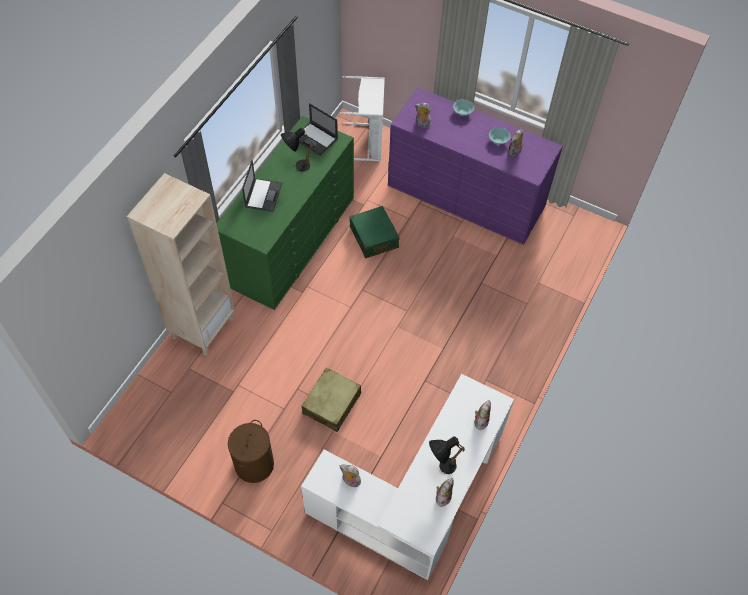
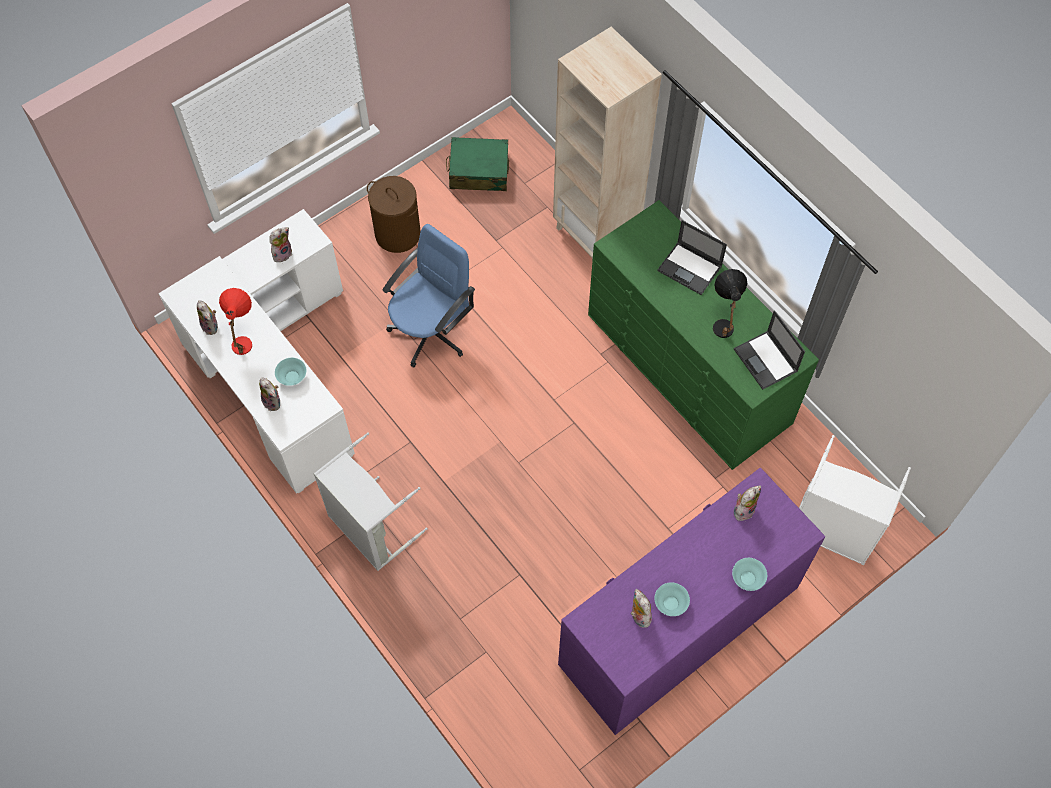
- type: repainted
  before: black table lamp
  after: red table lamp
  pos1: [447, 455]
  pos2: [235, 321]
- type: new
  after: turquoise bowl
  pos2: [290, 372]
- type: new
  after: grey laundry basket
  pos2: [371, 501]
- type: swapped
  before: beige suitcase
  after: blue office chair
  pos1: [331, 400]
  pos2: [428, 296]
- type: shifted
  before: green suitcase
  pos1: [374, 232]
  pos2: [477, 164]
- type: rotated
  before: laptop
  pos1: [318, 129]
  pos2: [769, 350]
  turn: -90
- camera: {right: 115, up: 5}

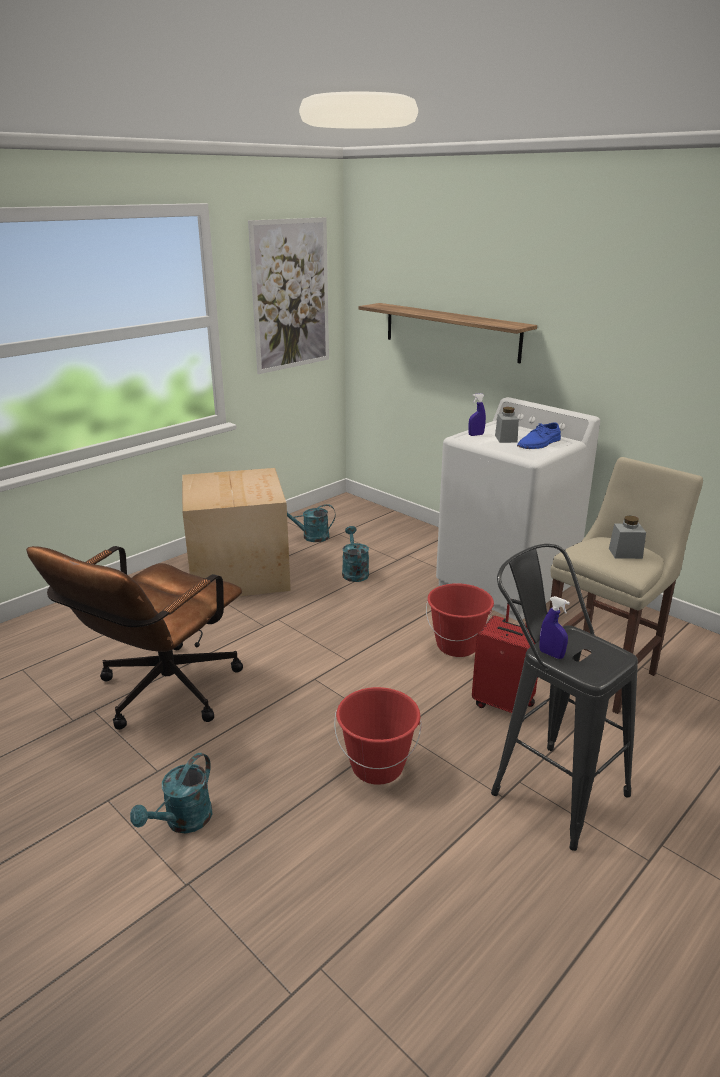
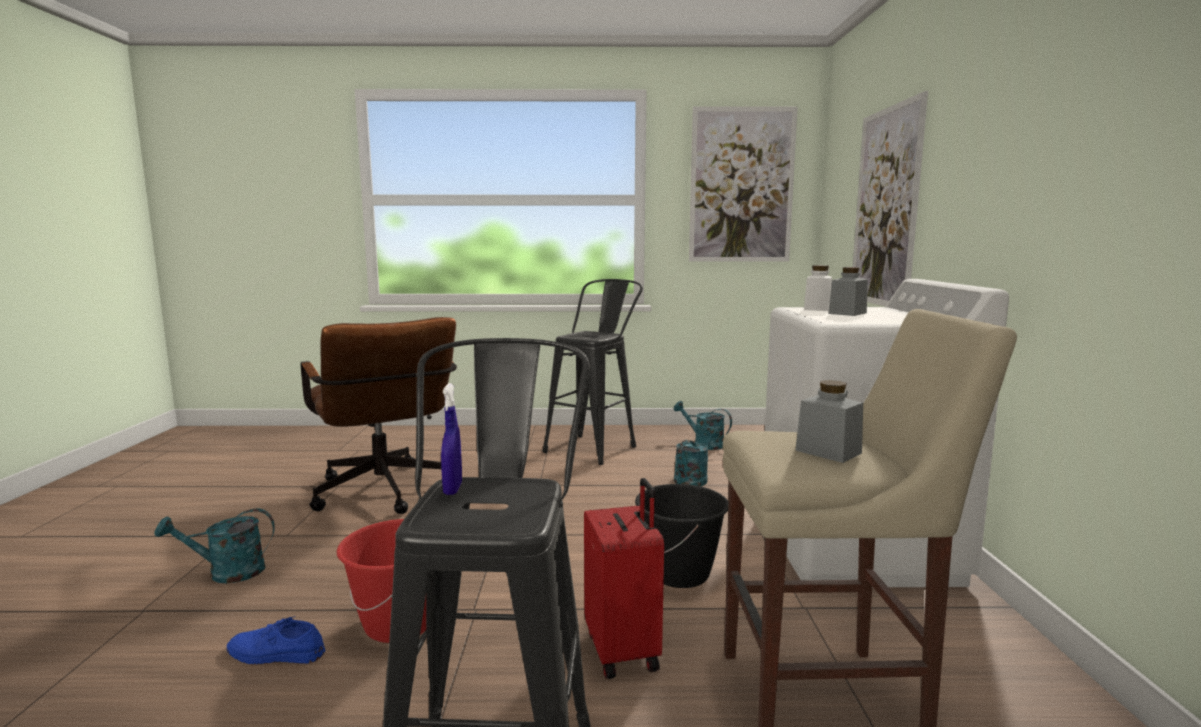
- type: shifted
  before: blue shoe
  pos1: [539, 435]
  pos2: [276, 640]
- type: rotated
  before: brown office chair
  pos1: [134, 638]
  pos2: [379, 415]
  turn: -105
- type: swapped
  before: cardboard box
  after: black stool
  pos1: [236, 532]
  pos2: [593, 372]
- type: repainted
  before: red bucket
  after: black bucket
  pos1: [460, 620]
  pos2: [681, 536]
- type: swapped
  before: blue spray bottle
  after: white jar
  pos1: [477, 414]
  pos2: [818, 288]
- type: swapped
  before: shelf
  after: picture
  pos1: [448, 333]
  pos2: [890, 198]
- camera: {right: 45, up: -15}

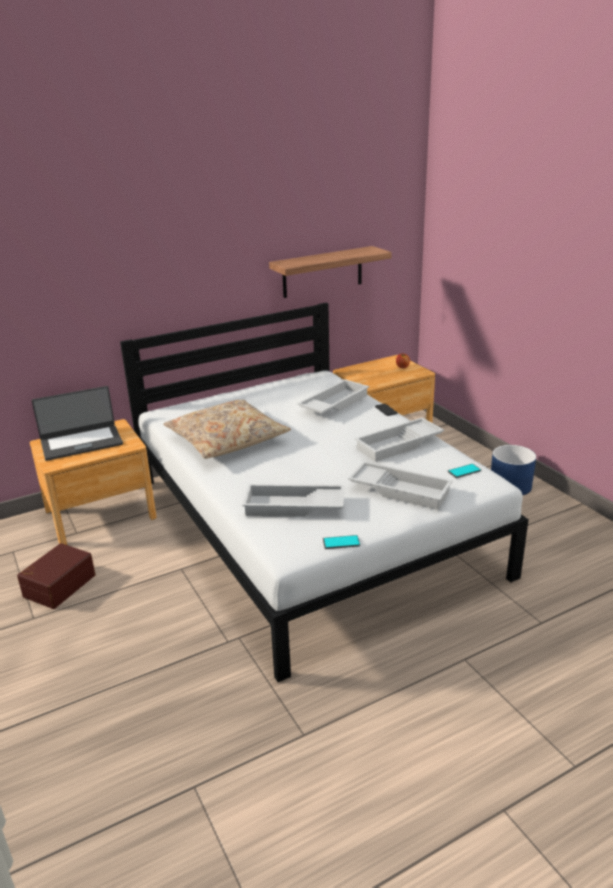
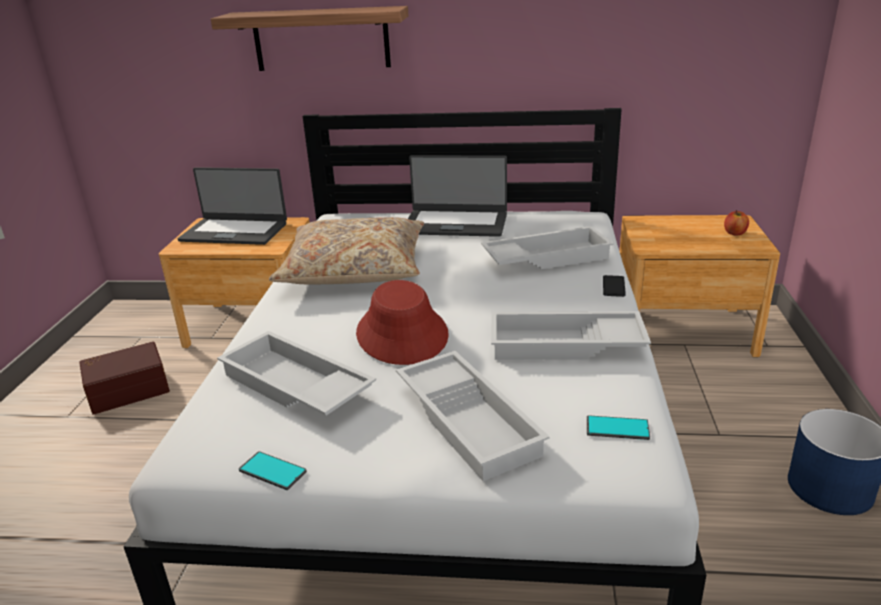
- type: shifted
  before: shelf
  pos1: [330, 272]
  pos2: [309, 38]
- type: new
  after: red hat
  pos2: [402, 322]
- type: new
  after: laptop
  pos2: [457, 196]
- camera: {right: 35, up: 0}

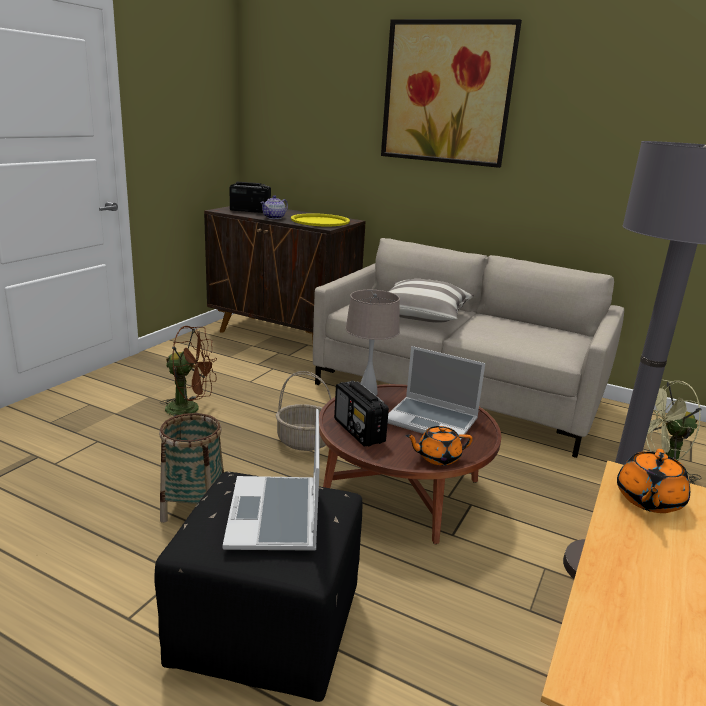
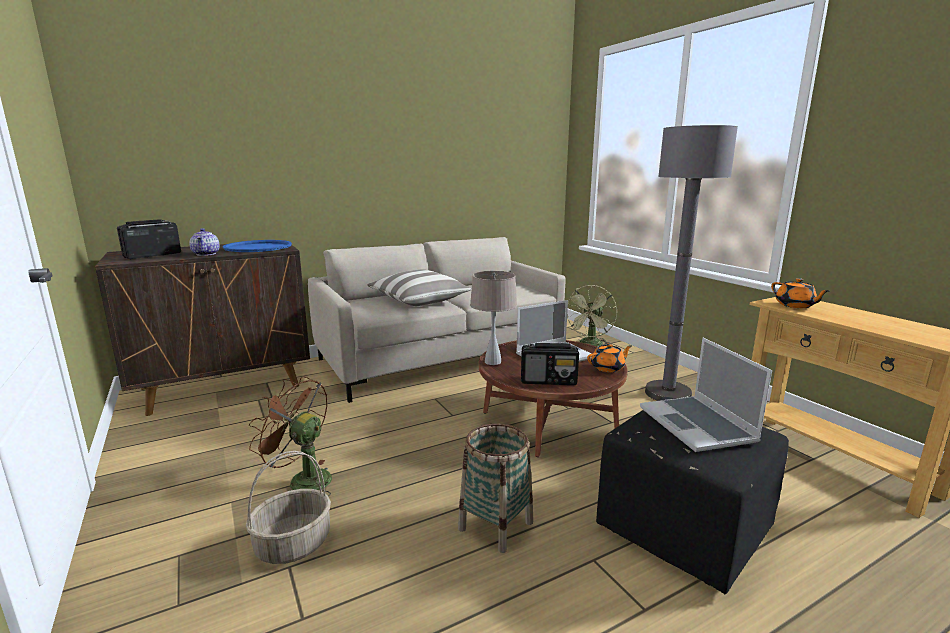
- type: repainted
  before: yellow tray
  after: blue tray
  pos1: [320, 220]
  pos2: [257, 246]
- type: shifted
  before: basket
  pos1: [303, 411]
  pos2: [288, 507]
- type: rotated
  before: brown fan
  pos1: [188, 371]
  pos2: [290, 436]
  turn: -105
- type: rotated
  before: orange teapot
  pos1: [439, 445]
  pos2: [609, 357]
  turn: -135
- type: rotated
  before: laptop
  pos1: [271, 480]
  pos2: [706, 395]
  turn: 45
- type: gone
  before: picture
  pos1: [451, 93]
- camera: {right: -55, up: -5}

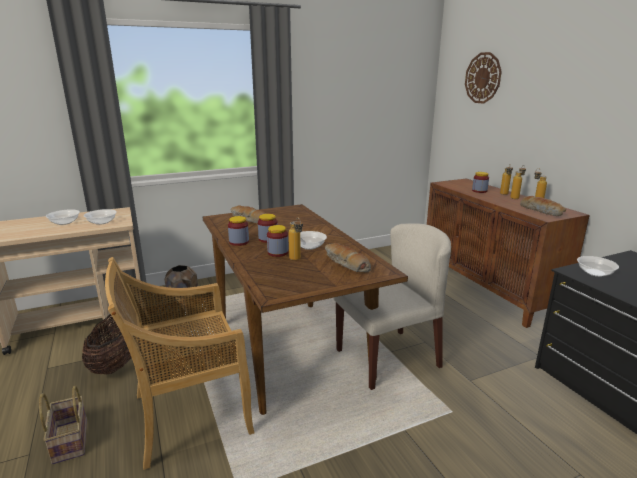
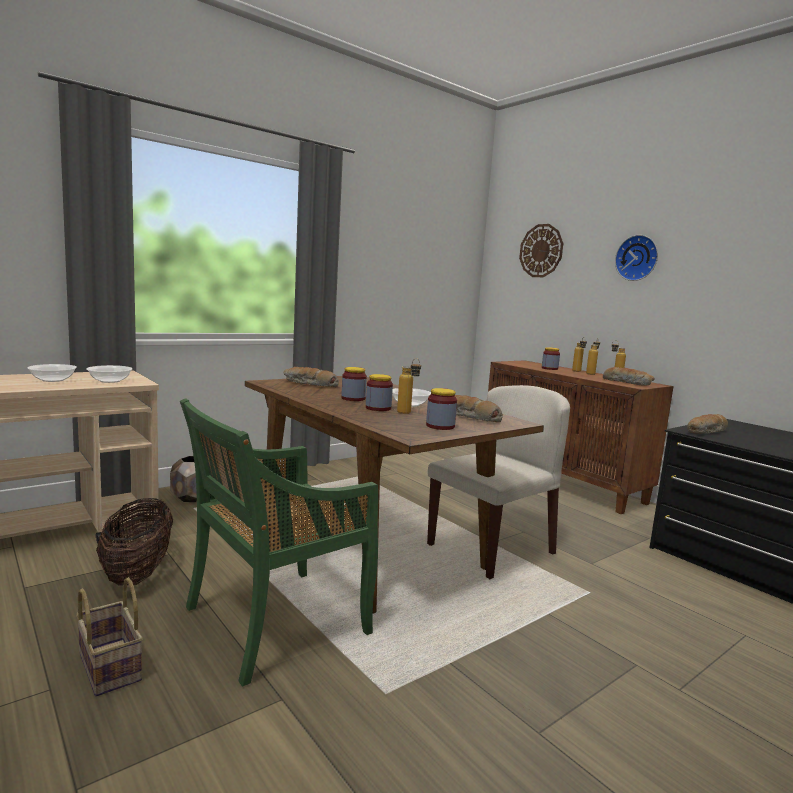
- type: repainted
  before: beige chair
  after: green chair
  pos1: [179, 363]
  pos2: [279, 542]
- type: shifted
  before: jar
  pos1: [238, 231]
  pos2: [441, 409]
- type: new
  after: wall clock
  pos2: [636, 258]
- type: swapped
  before: bowl
  after: bread
  pos1: [598, 266]
  pos2: [707, 424]
- camera: {right: -15, up: -10}

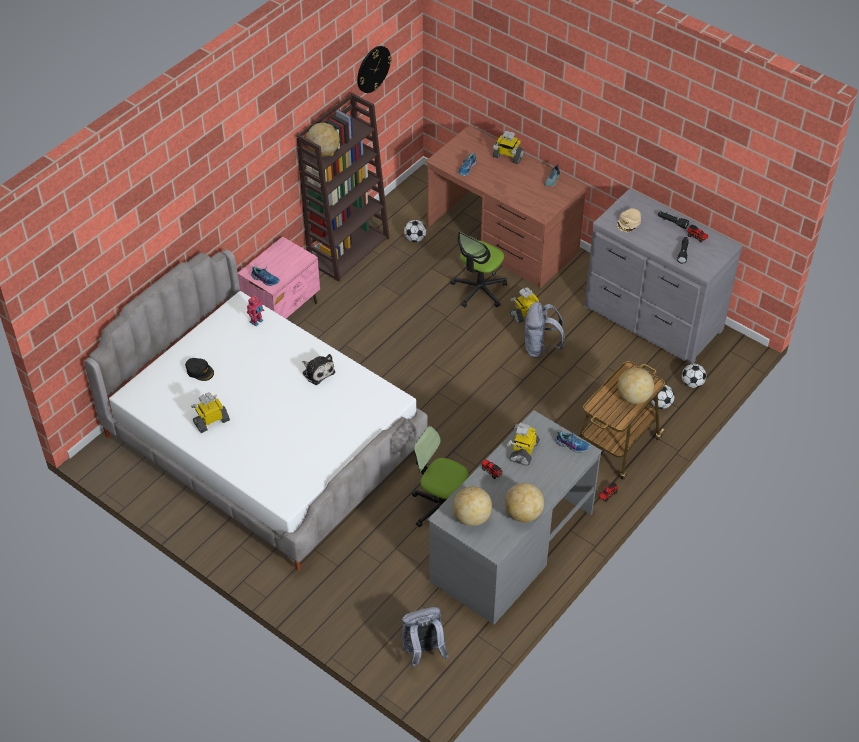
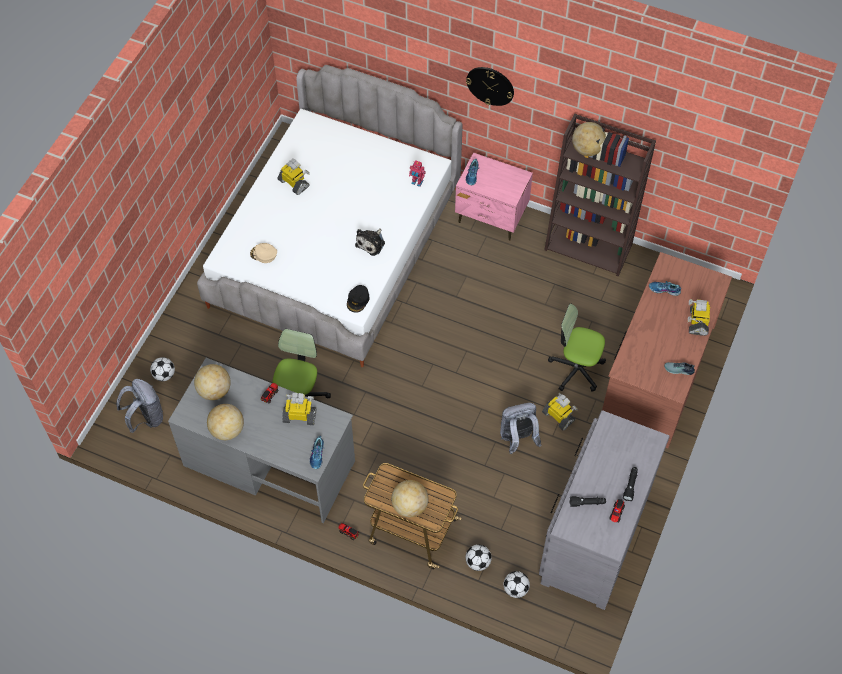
- type: shifted
  before: football
  pos1: [415, 231]
  pos2: [162, 369]
- type: shifted
  before: beige cap
  pos1: [629, 220]
  pos2: [263, 253]
- type: shifted
  before: black cap
  pos1: [199, 369]
  pos2: [358, 299]
- type: shifted
  before: wall clock
  pos1: [374, 69]
  pos2: [490, 86]
- camera: {right: 75, up: 10}

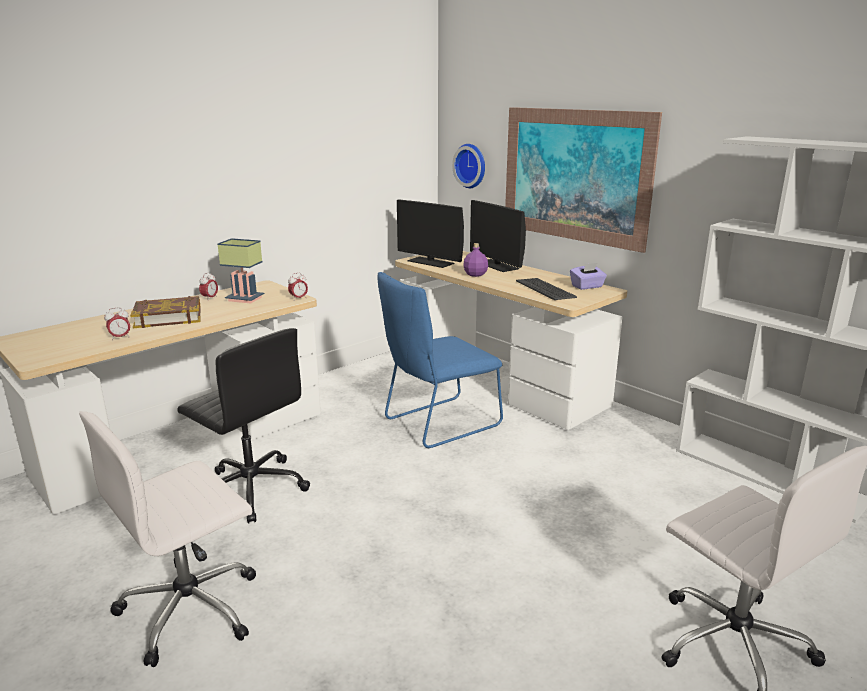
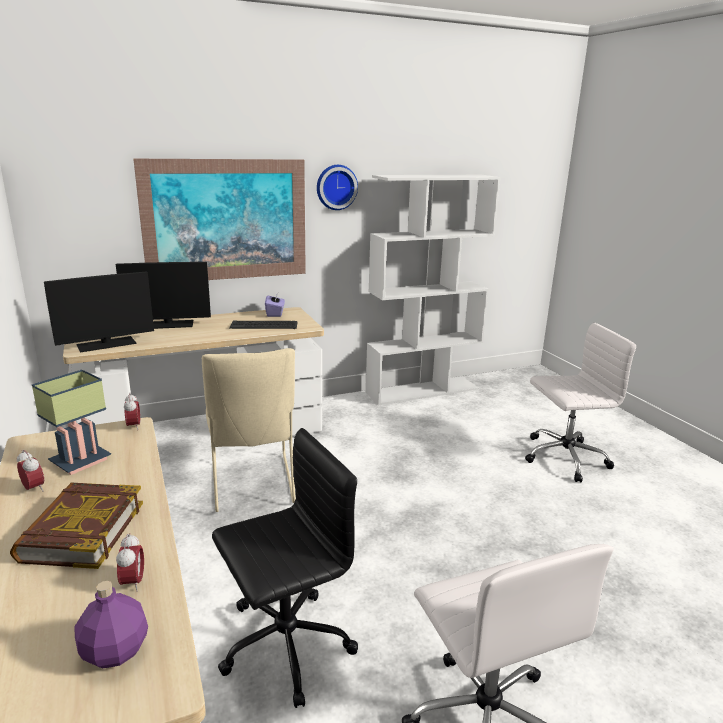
- type: shifted
  before: purple bottle
  pos1: [475, 260]
  pos2: [111, 624]
- type: repainted
  before: blue chair
  after: beige chair
  pos1: [440, 360]
  pos2: [249, 430]
- type: shifted
  before: wall clock
  pos1: [468, 166]
  pos2: [337, 187]
- camera: {right: -70, up: 0}

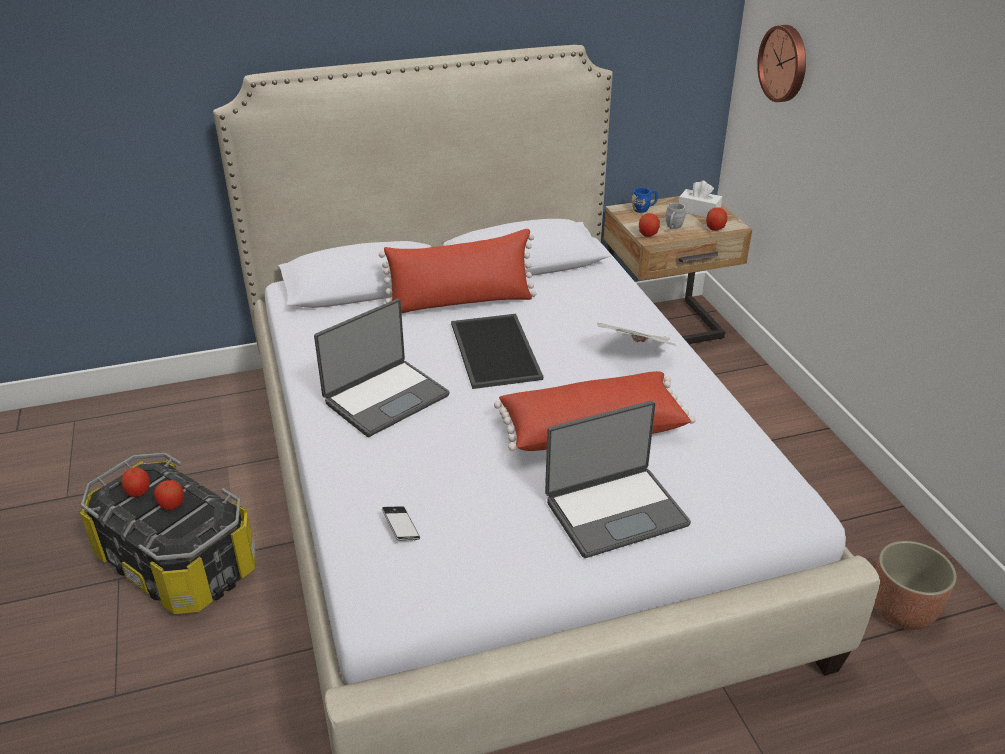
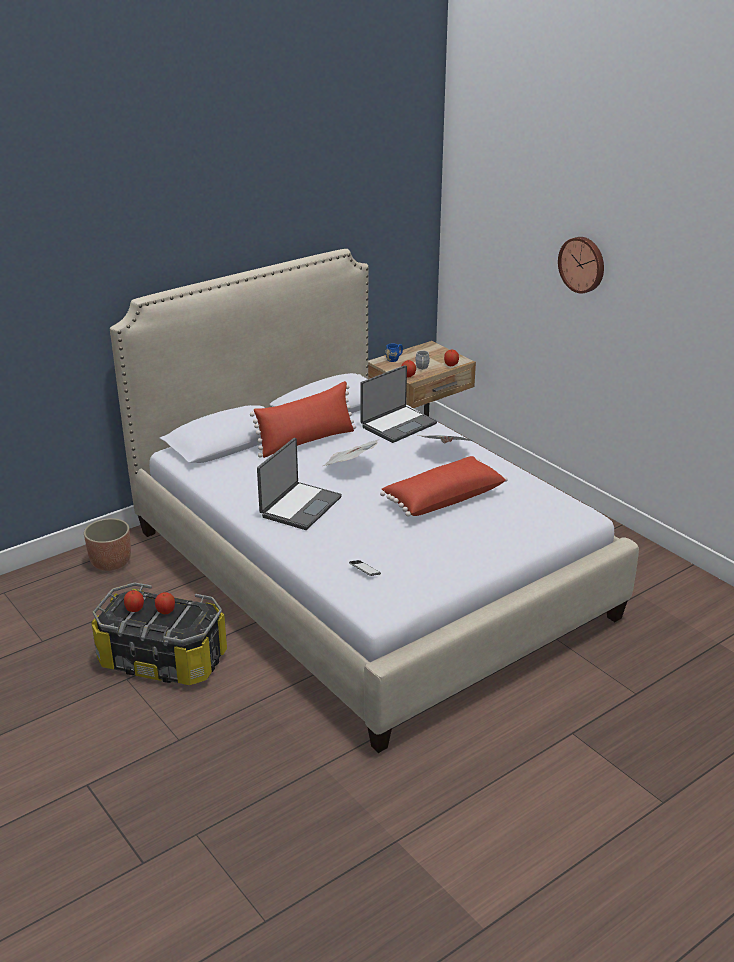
- type: shifted
  before: planter
  pos1: [915, 585]
  pos2: [107, 544]
- type: swapped
  before: tray
  after: newspaper
  pos1: [497, 351]
  pos2: [351, 452]
- type: shifted
  before: laptop
  pos1: [618, 479]
  pos2: [398, 404]
- type: shifted
  before: wall clock
  pos1: [781, 63]
  pos2: [581, 265]
- type: gone
  before: white tissue box
  pos1: [700, 199]
- camera: {right: -20, up: -5}

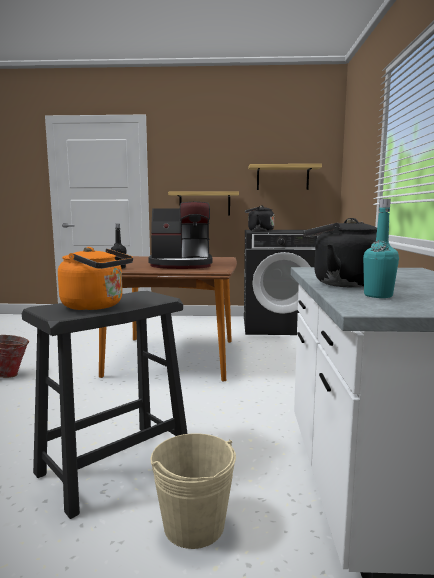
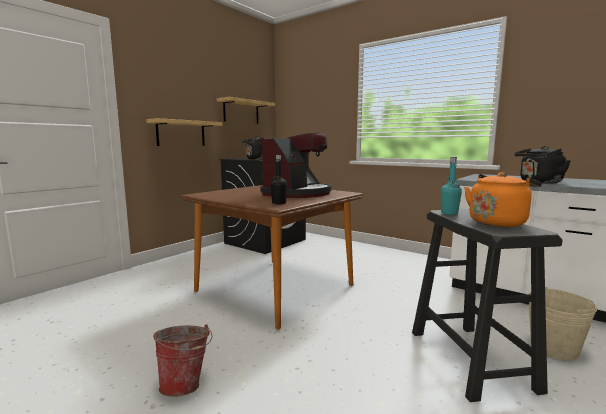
- type: shifted
  before: turquoise bottle
  pos1: [381, 248]
  pos2: [451, 186]
- camera: {right: -55, up: 0}

